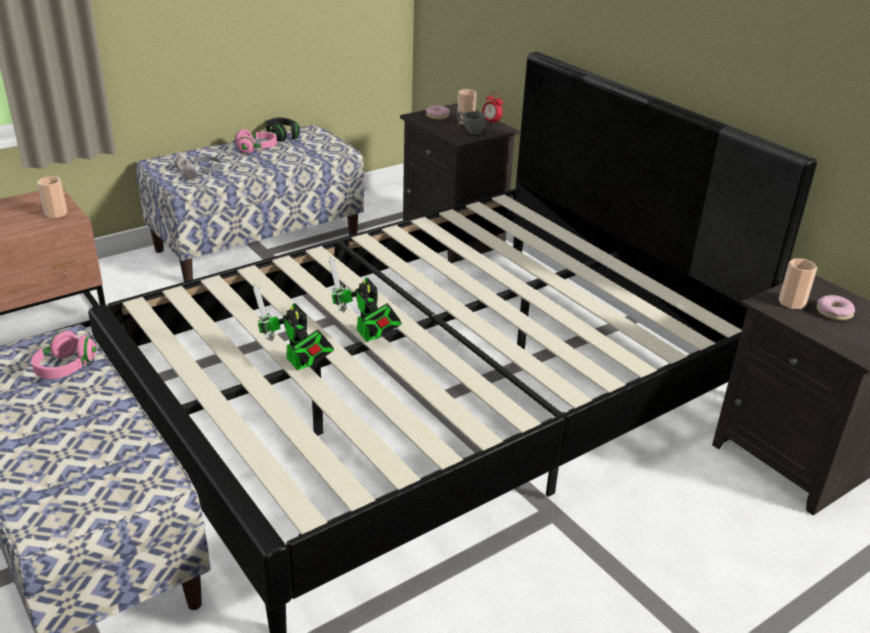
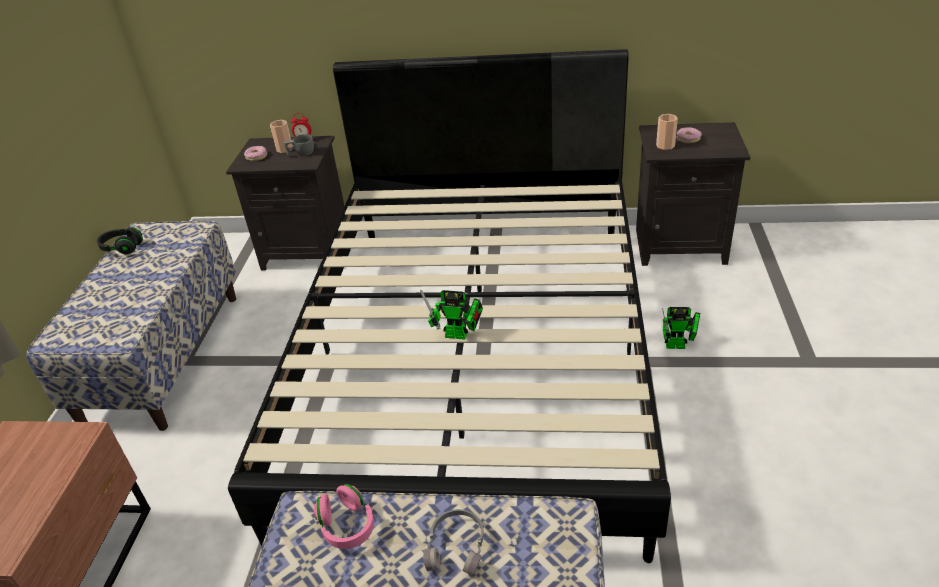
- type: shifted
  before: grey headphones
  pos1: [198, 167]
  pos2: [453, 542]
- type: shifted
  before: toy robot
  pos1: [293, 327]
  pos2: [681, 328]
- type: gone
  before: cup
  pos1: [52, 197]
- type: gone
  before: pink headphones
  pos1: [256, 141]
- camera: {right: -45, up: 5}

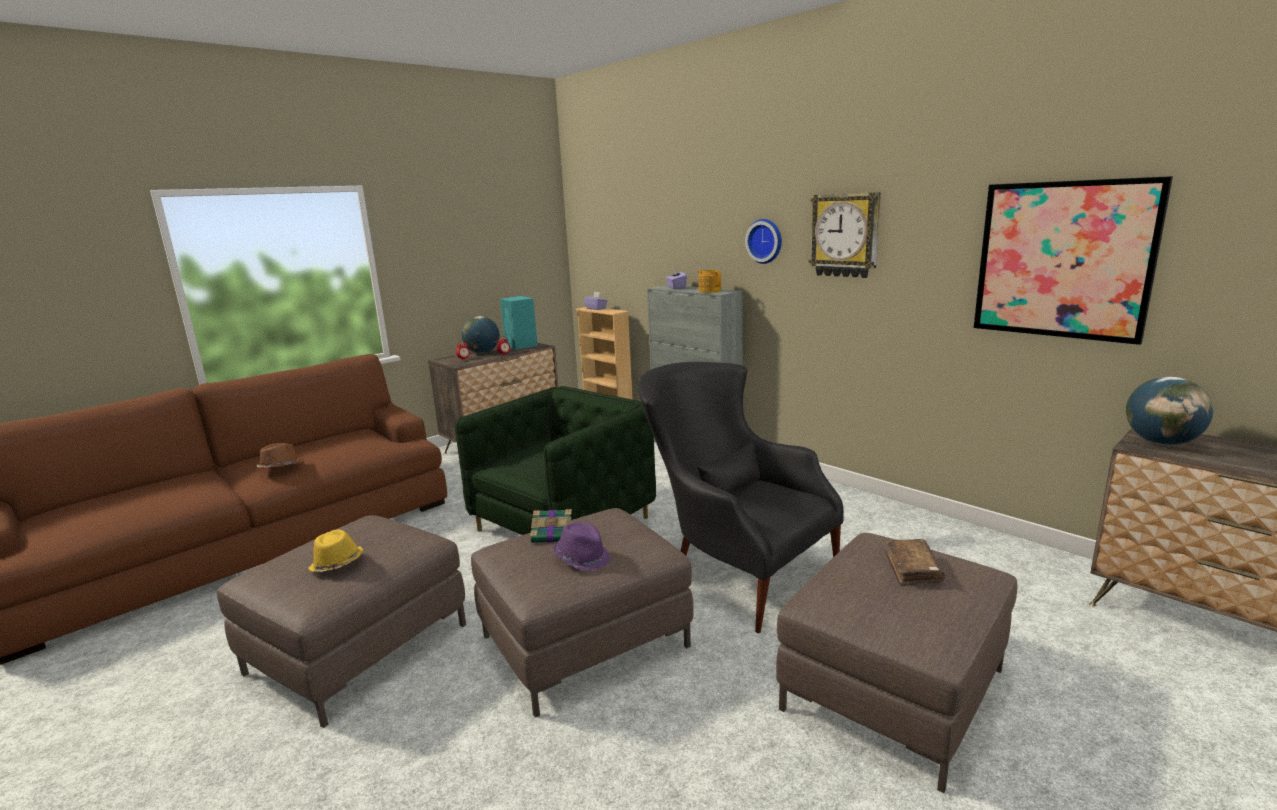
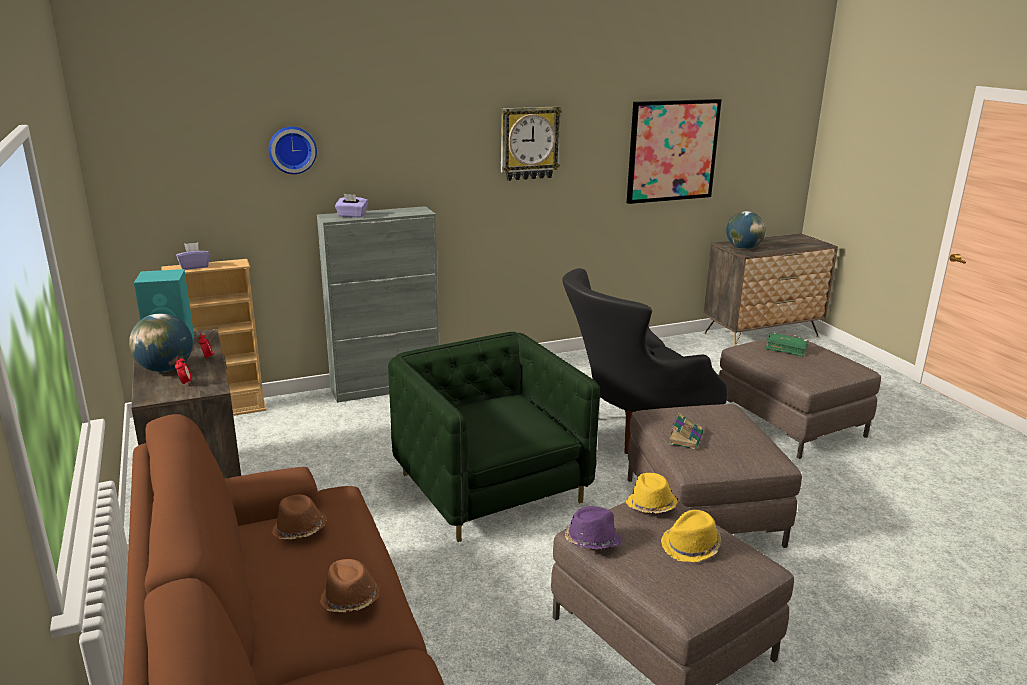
- type: shifted
  before: wall clock
  pos1: [763, 241]
  pos2: [293, 150]
- type: new
  after: brown hat
  pos2: [299, 517]
- type: shifted
  before: purple hat
  pos1: [581, 546]
  pos2: [593, 528]
- type: new
  after: yellow hat
  pos2: [652, 493]
- type: repainted
  before: brown book
  after: green book
  pos1: [915, 562]
  pos2: [786, 345]
- type: gone
  before: teapot
  pos1: [709, 281]
- camera: {right: -70, up: 5}

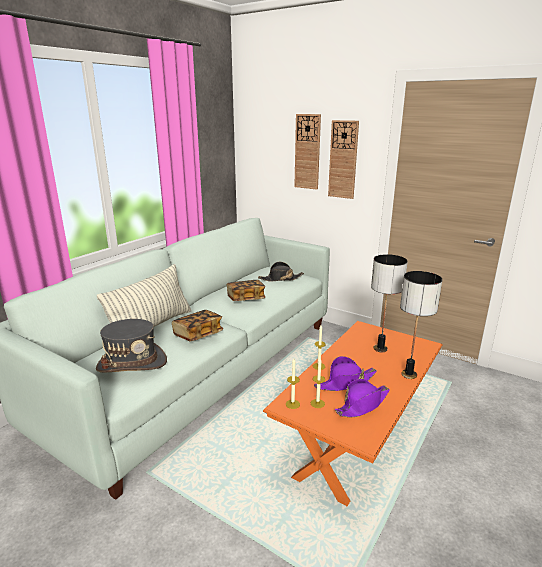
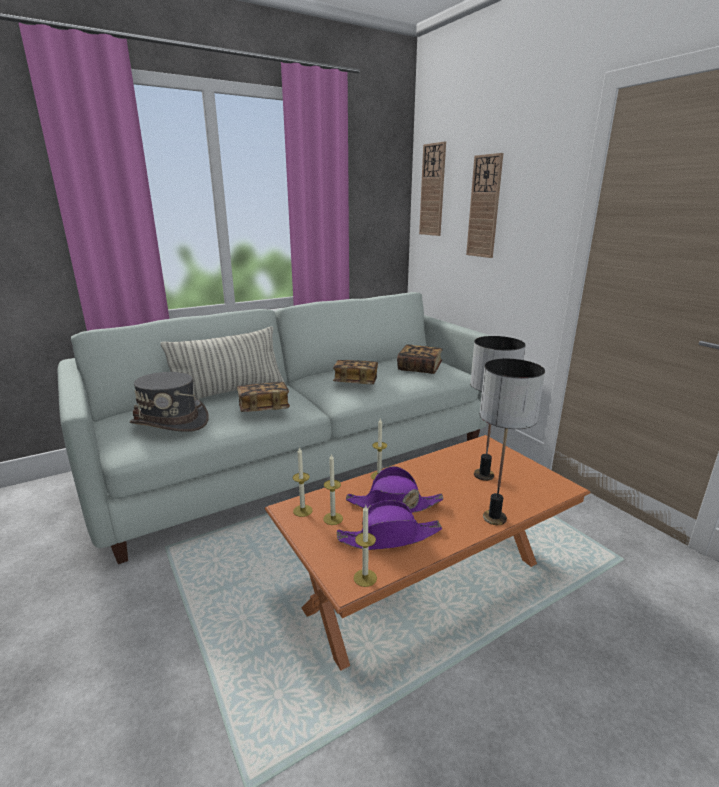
- type: new
  after: candle
  pos2: [365, 546]
- type: swapped
  before: black hat
  after: book
  pos1: [281, 272]
  pos2: [420, 359]
- type: shifted
  before: wall clock
  pos1: [343, 159]
  pos2: [432, 188]
- camera: {right: 25, up: 0}

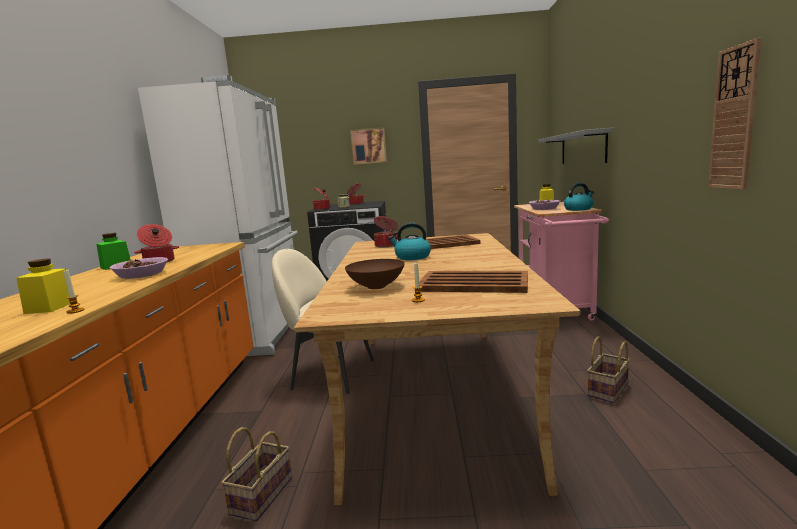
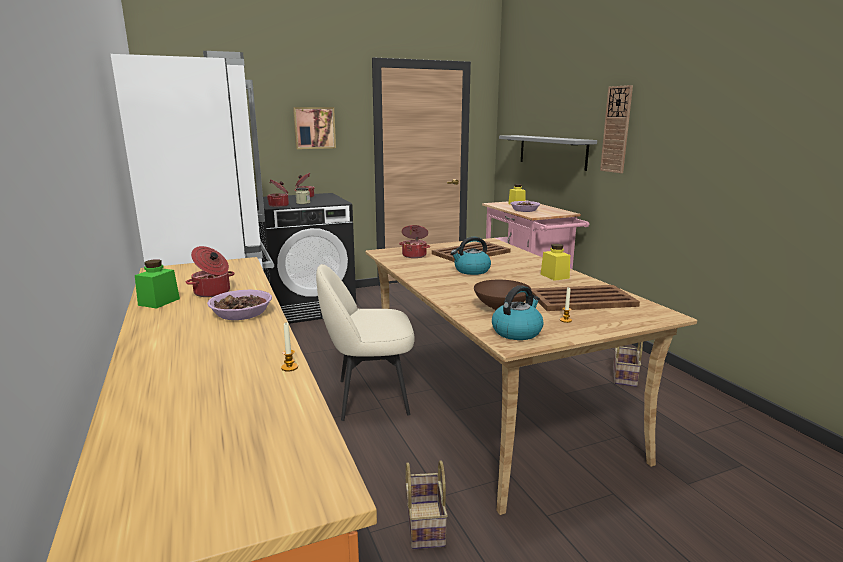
- type: shifted
  before: kettle
  pos1: [579, 197]
  pos2: [518, 312]
- type: shifted
  before: yellow jar
  pos1: [43, 286]
  pos2: [555, 262]
- type: shifted
  before: wall clock
  pos1: [735, 114]
  pos2: [616, 129]
- camera: {right: -25, up: 5}

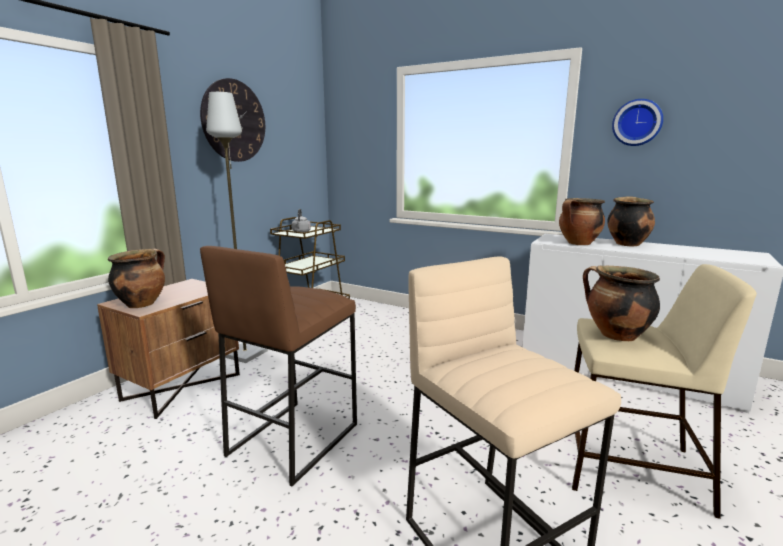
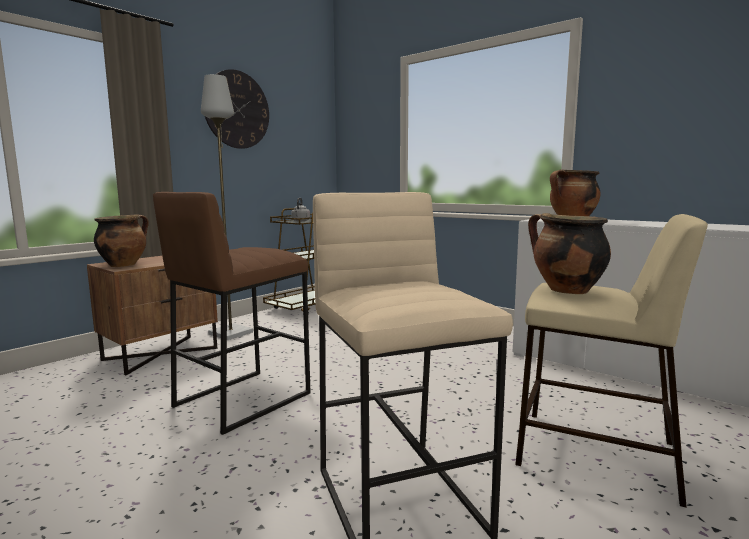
- type: gone
  before: cooking pot
  pos1: [631, 221]
- type: gone
  before: wall clock
  pos1: [637, 122]
- camera: {right: 10, up: -5}

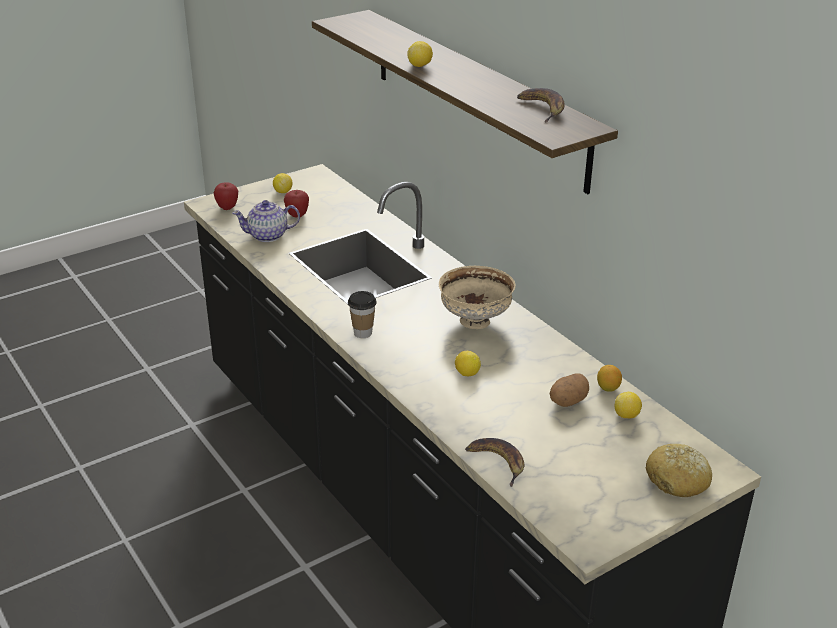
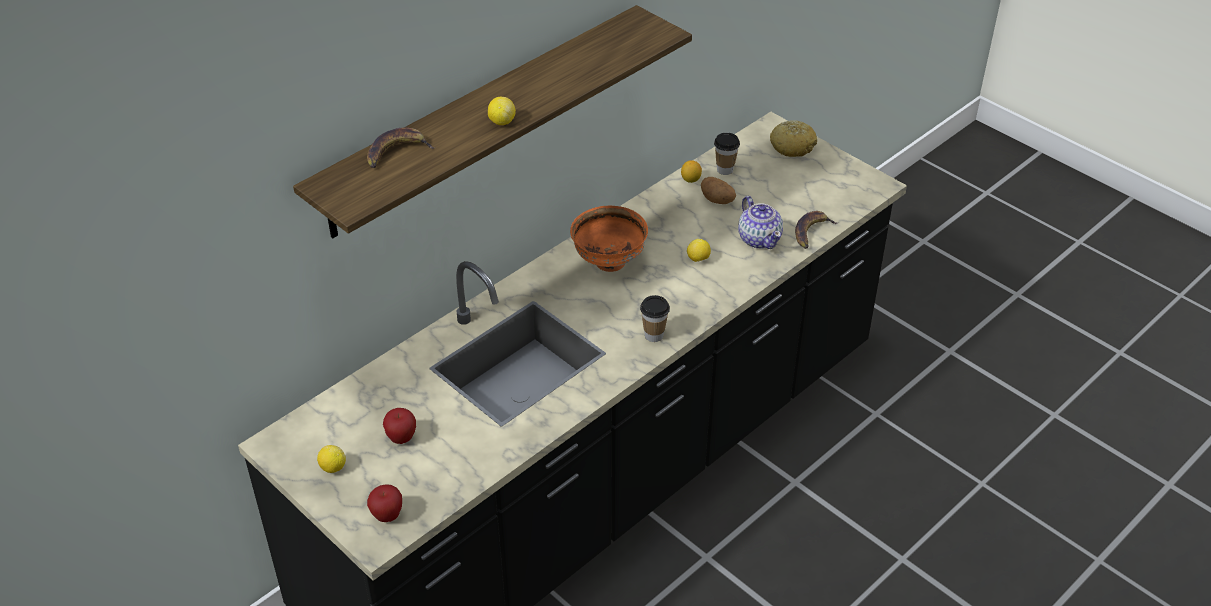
- type: shifted
  before: banana
  pos1: [541, 105]
  pos2: [400, 148]
- type: repainted
  before: beige bowl
  after: orange bowl
  pos1: [477, 297]
  pos2: [609, 239]
- type: swapped
  before: lemon
  after: cup
  pos1: [628, 405]
  pos2: [727, 154]
- type: shifted
  before: teapot
  pos1: [266, 221]
  pos2: [760, 222]
- camera: {right: -100, up: 10}

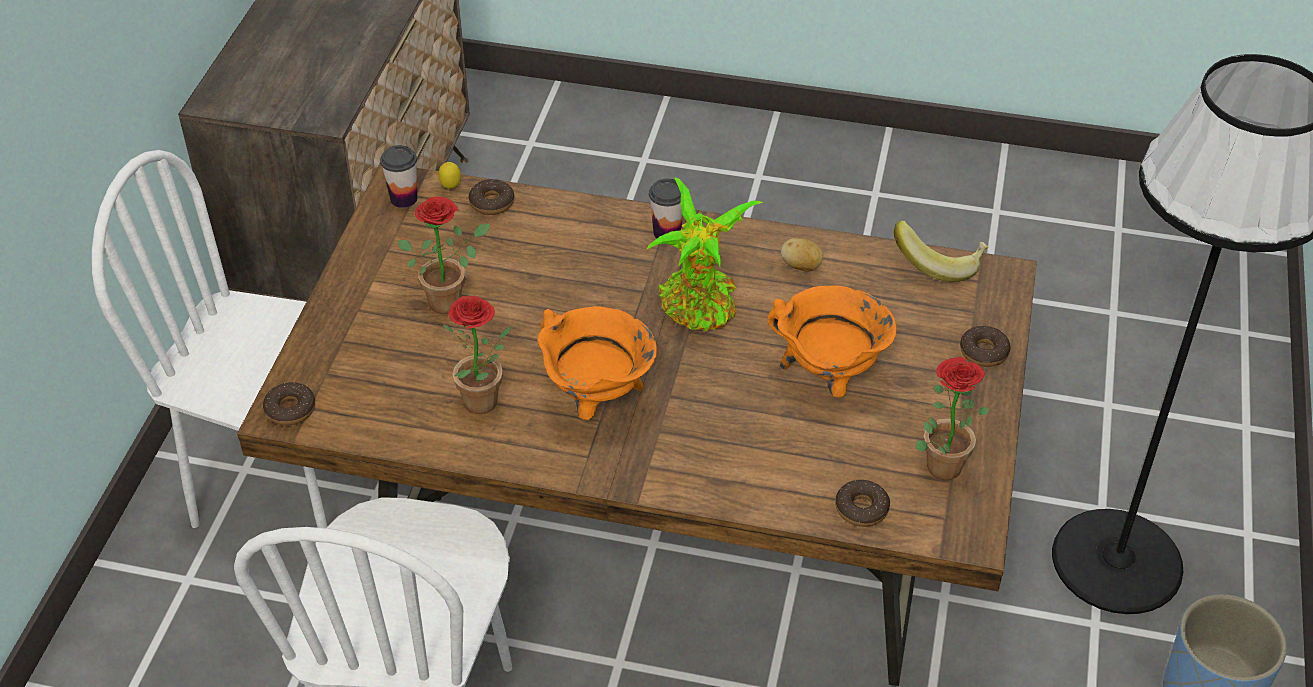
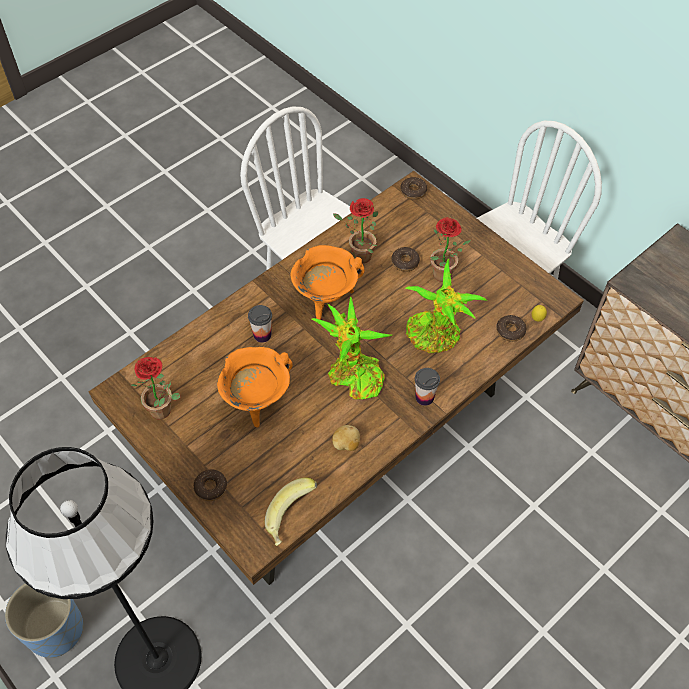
- type: shifted
  before: cup
  pos1: [398, 176]
  pos2: [260, 324]
- type: shifted
  before: donut
  pos1: [862, 503]
  pos2: [405, 259]
- type: new
  after: potted plant
  pos2: [446, 306]
- camera: {right: 125, up: 10}

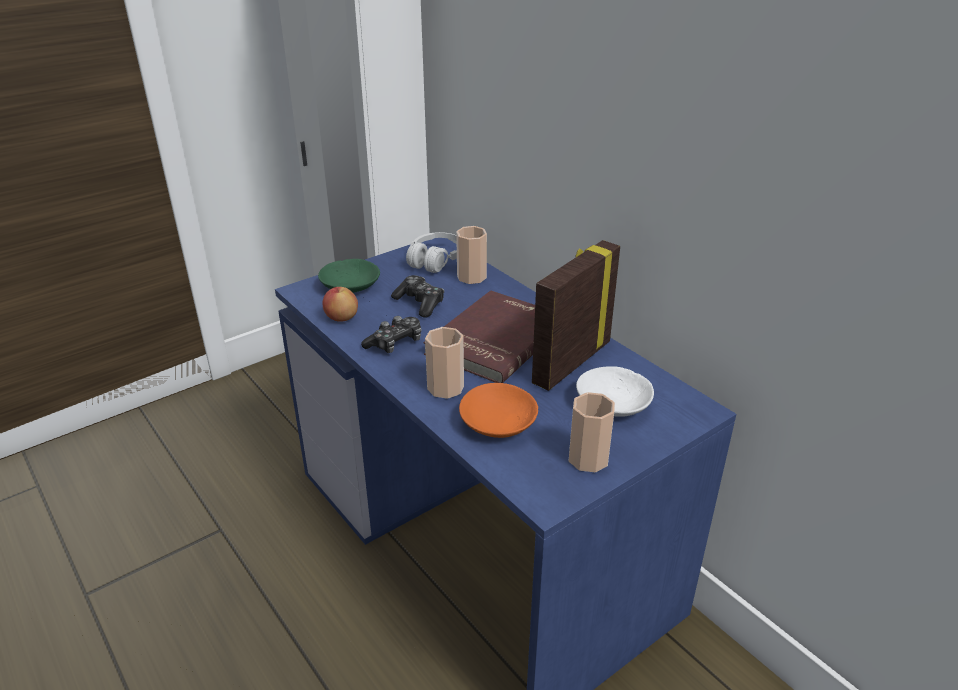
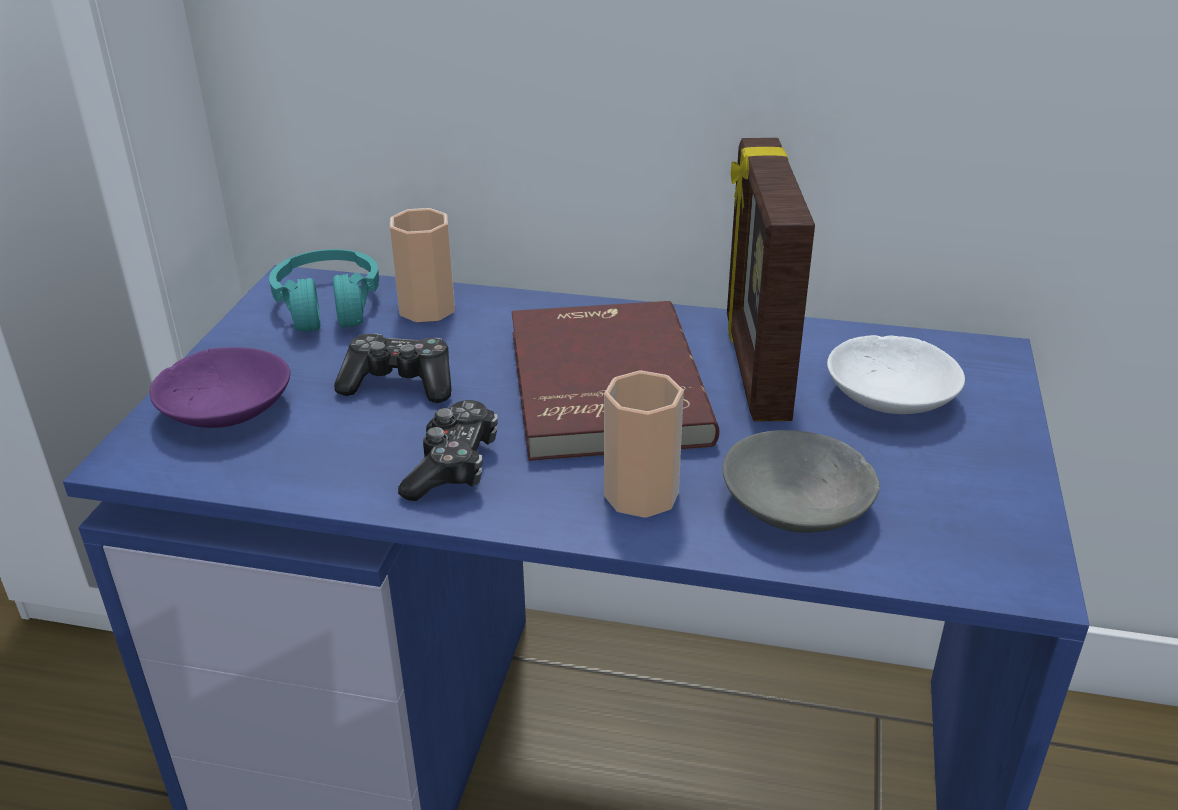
- type: repainted
  before: green bowl
  after: purple bowl
  pos1: [349, 276]
  pos2: [220, 387]
- type: repainted
  before: white headphones
  after: turquoise headphones
  pos1: [431, 252]
  pos2: [324, 290]
- type: repainted
  before: orange bowl
  after: grey bowl
  pos1: [498, 410]
  pos2: [801, 481]
- type: gone
  before: apple
  pos1: [340, 304]
- type: gone
  before: cup
  pos1: [592, 432]
- camera: {right: -40, up: 0}

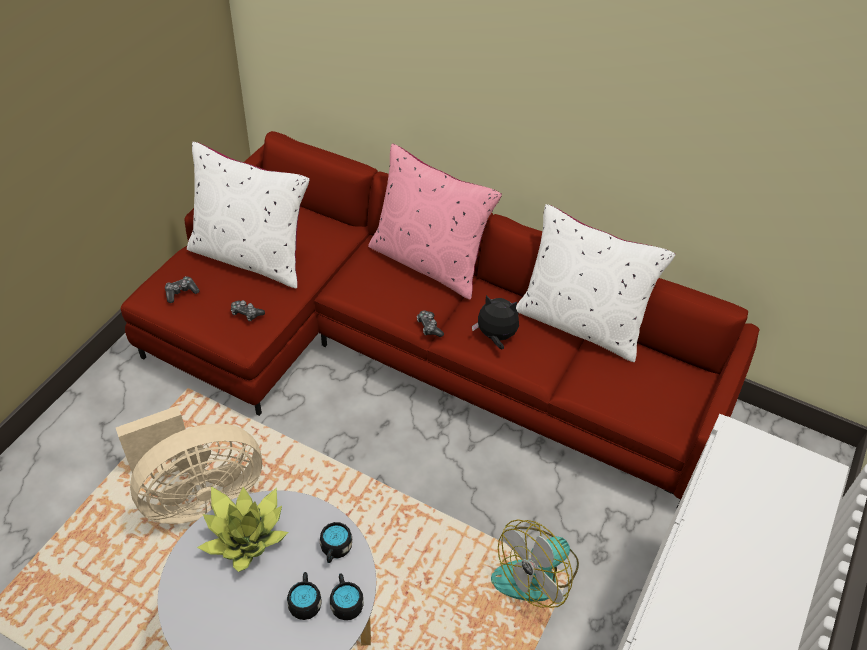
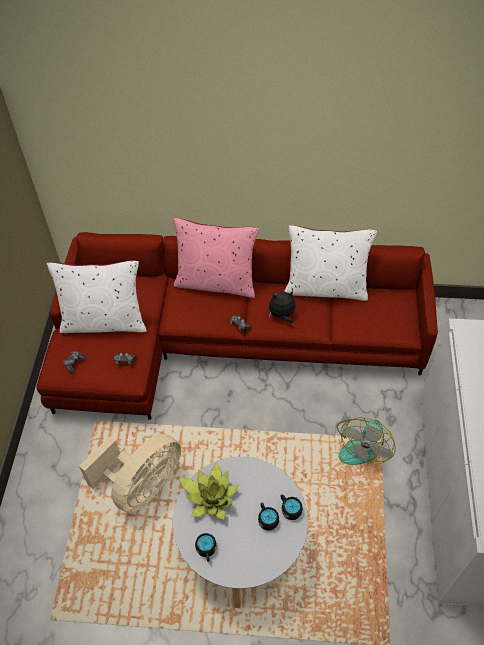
- type: shifted
  before: black mug
  pos1: [336, 542]
  pos2: [206, 547]
- camera: {right: -20, up: 5}

